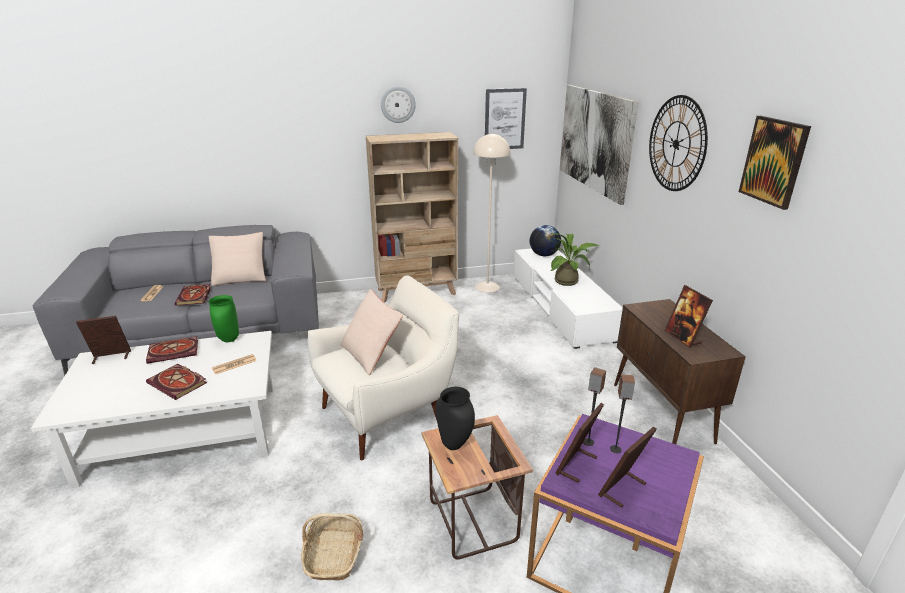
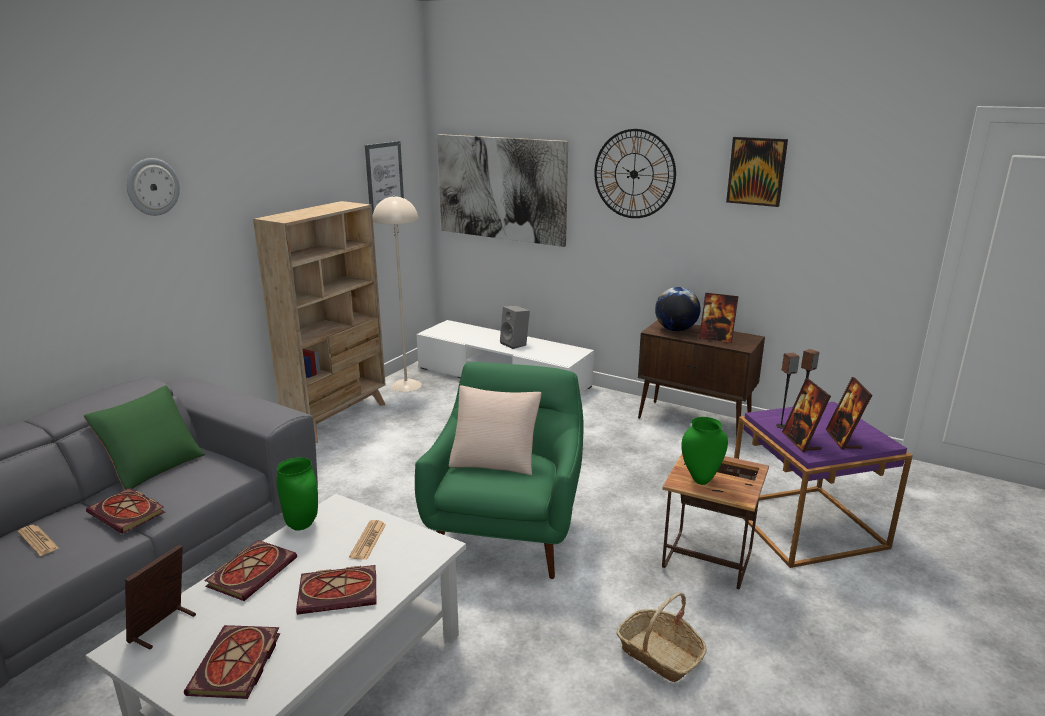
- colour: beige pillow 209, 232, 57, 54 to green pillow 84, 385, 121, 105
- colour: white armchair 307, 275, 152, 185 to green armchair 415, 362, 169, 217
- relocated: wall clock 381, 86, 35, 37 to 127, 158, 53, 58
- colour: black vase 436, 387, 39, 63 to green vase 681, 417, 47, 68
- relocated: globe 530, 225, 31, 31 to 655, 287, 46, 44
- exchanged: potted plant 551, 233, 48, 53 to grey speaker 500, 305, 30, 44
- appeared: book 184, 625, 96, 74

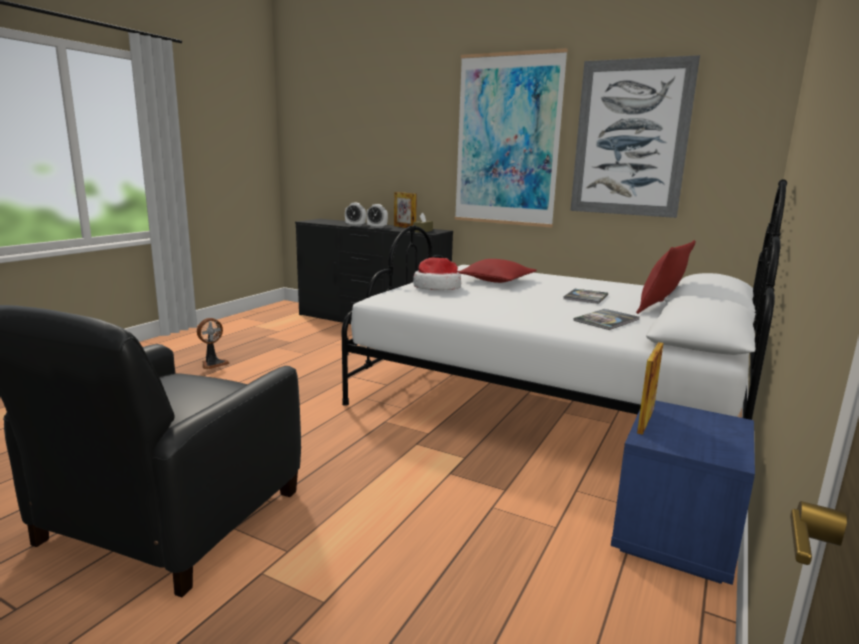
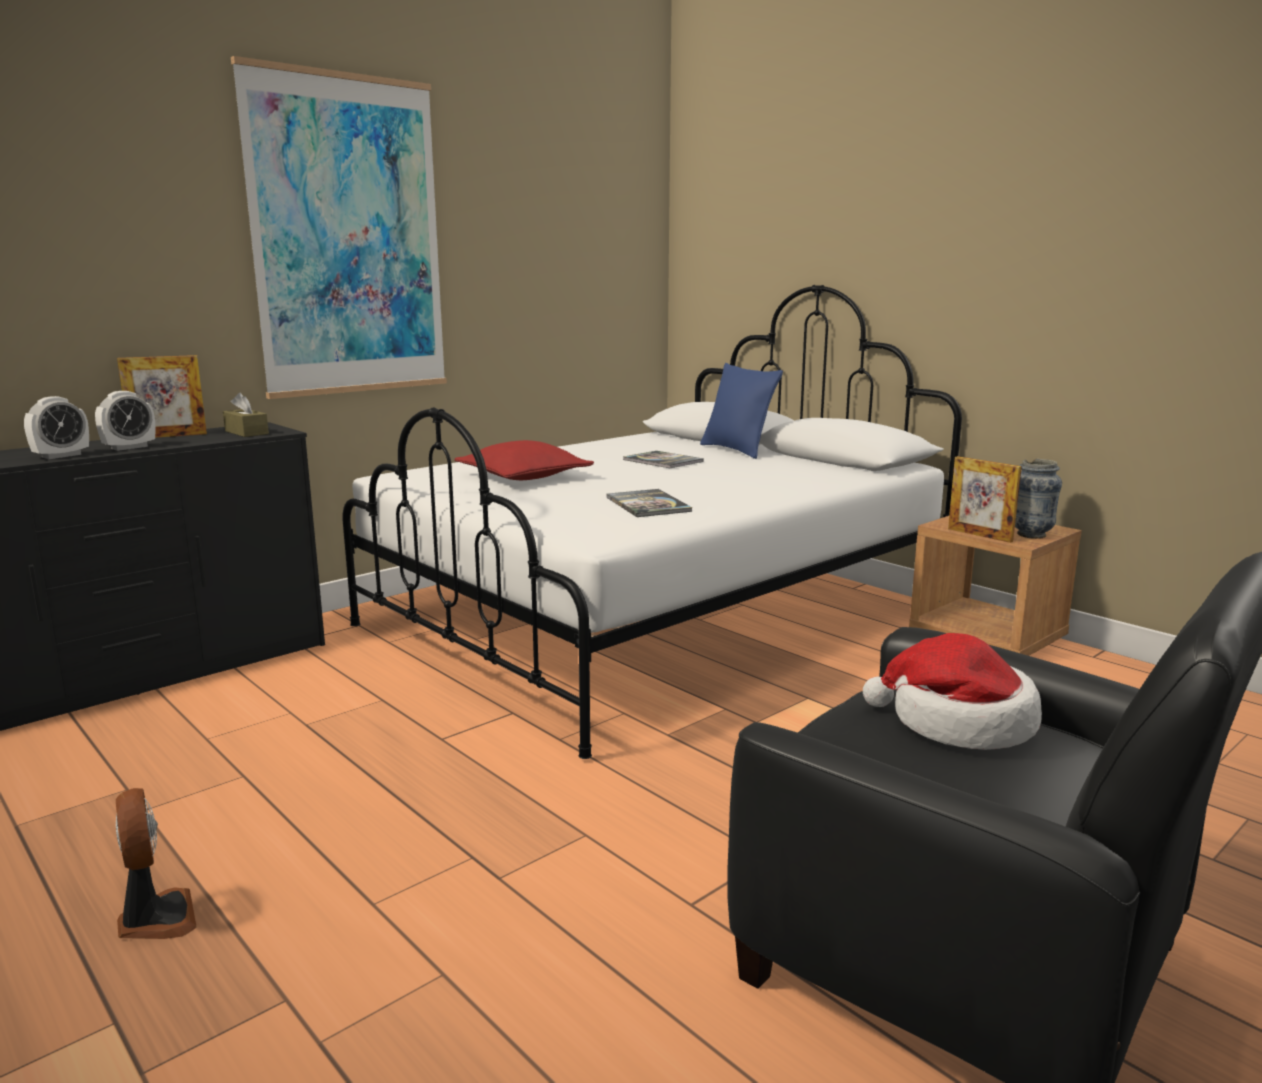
- relocated: hat 413, 257, 48, 33 to 863, 633, 179, 117
- missing: picture 570, 55, 130, 163
- relocated: book 573, 309, 66, 21 to 606, 489, 87, 28
- colour: blue nightstand 611, 400, 144, 185 to brown nightstand 909, 516, 173, 140
- colour: red pillow 636, 240, 60, 74 to blue pillow 700, 363, 83, 96
- appeared: vase 1015, 459, 47, 80

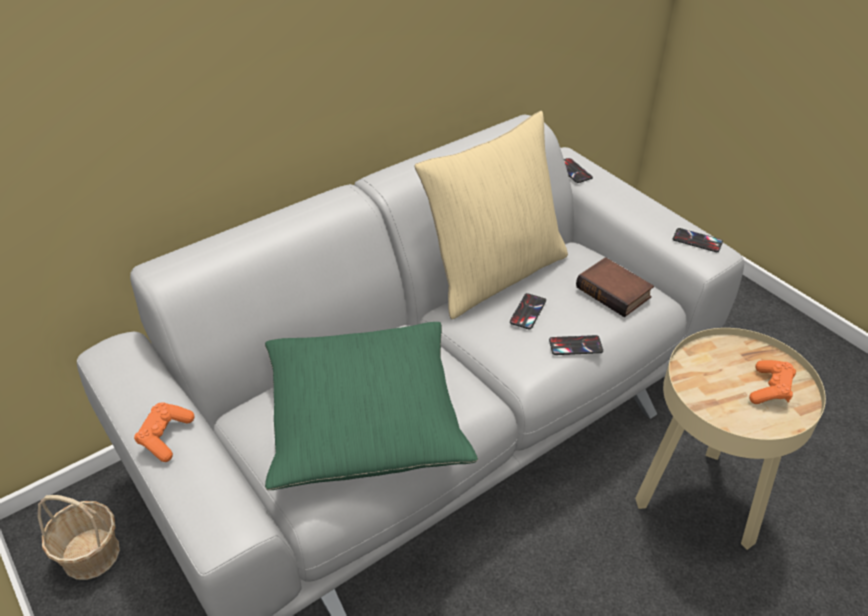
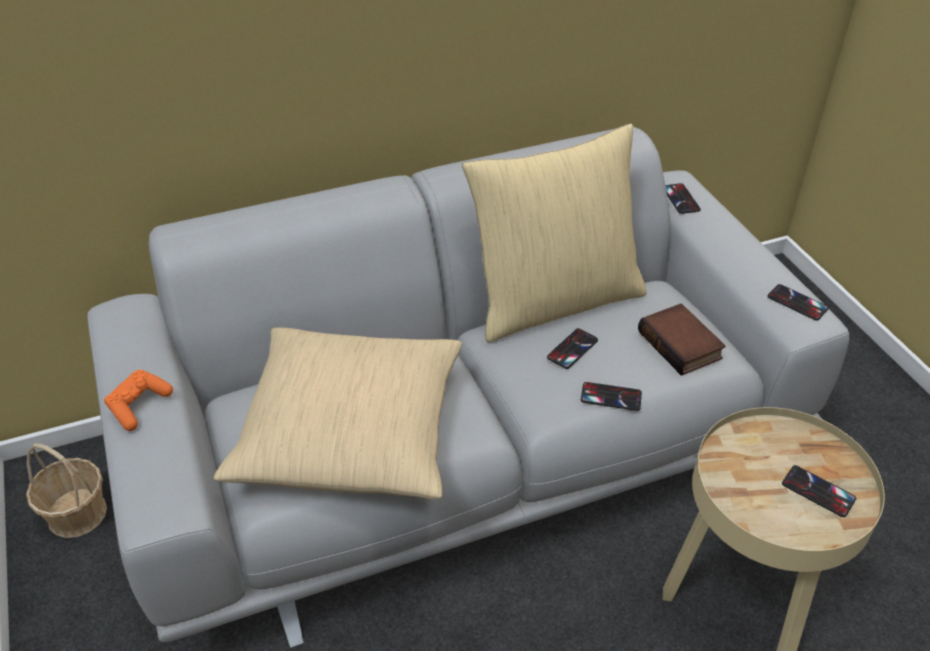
- colour: green pillow 265, 322, 213, 168 to beige pillow 213, 328, 249, 172
- exchanged: orange game controller 749, 360, 47, 44 to phone 782, 465, 74, 52

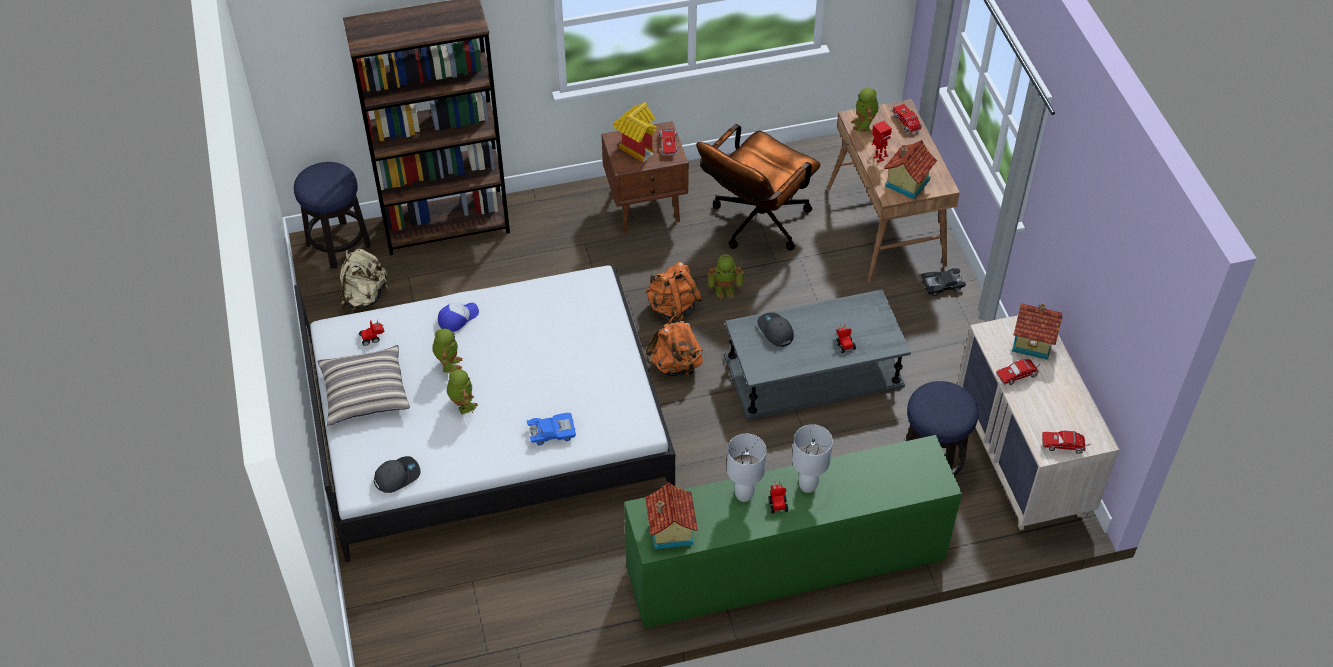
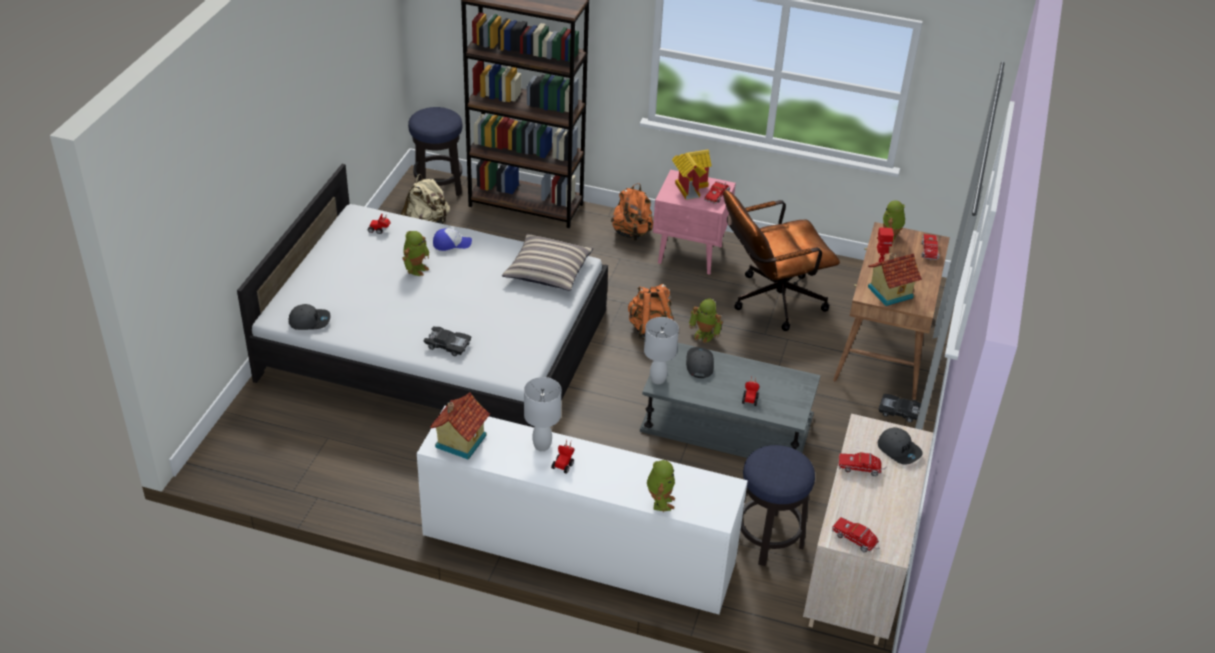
- relocated: pillow 317, 345, 93, 80 to 502, 234, 91, 57
- relocated: toy robot 447, 369, 31, 45 to 647, 460, 28, 52
- colour: blue toy car 527, 413, 49, 32 to black toy car 423, 326, 48, 30
- colour: brown nightstand 601, 121, 88, 111 to pink nightstand 653, 170, 83, 105
- colour: green dresser 624, 435, 338, 194 to white dresser 417, 406, 331, 209
- relocated: orange backpack 647, 315, 56, 62 to 611, 183, 42, 58
- relocated: white table lamp 792, 424, 41, 69 to 644, 317, 35, 67
- exchanged: toy house 1012, 303, 51, 57 to grey cap 878, 427, 45, 37

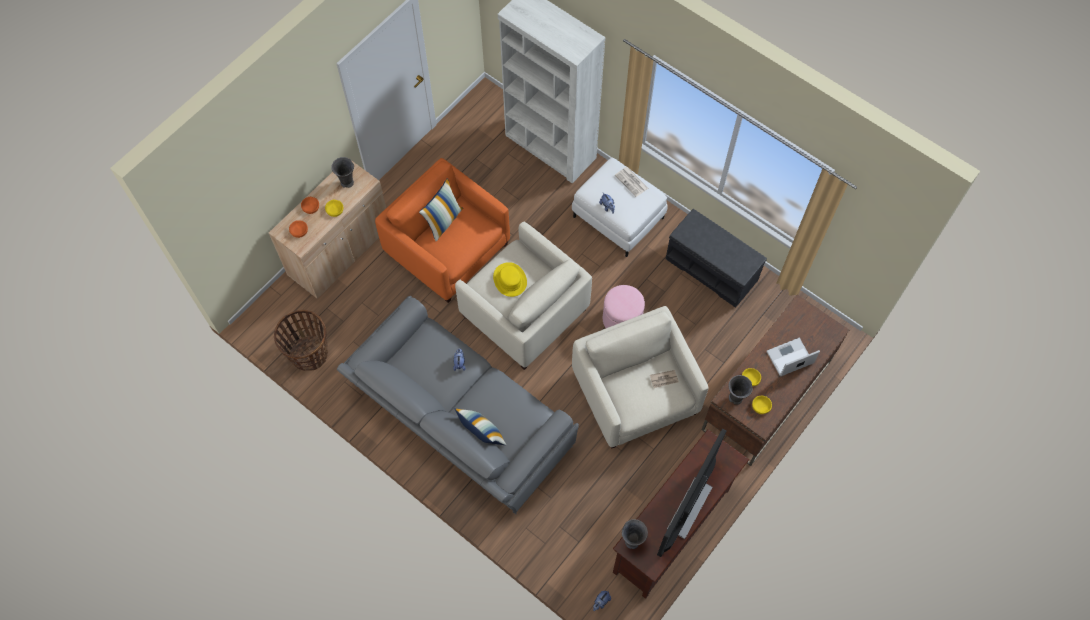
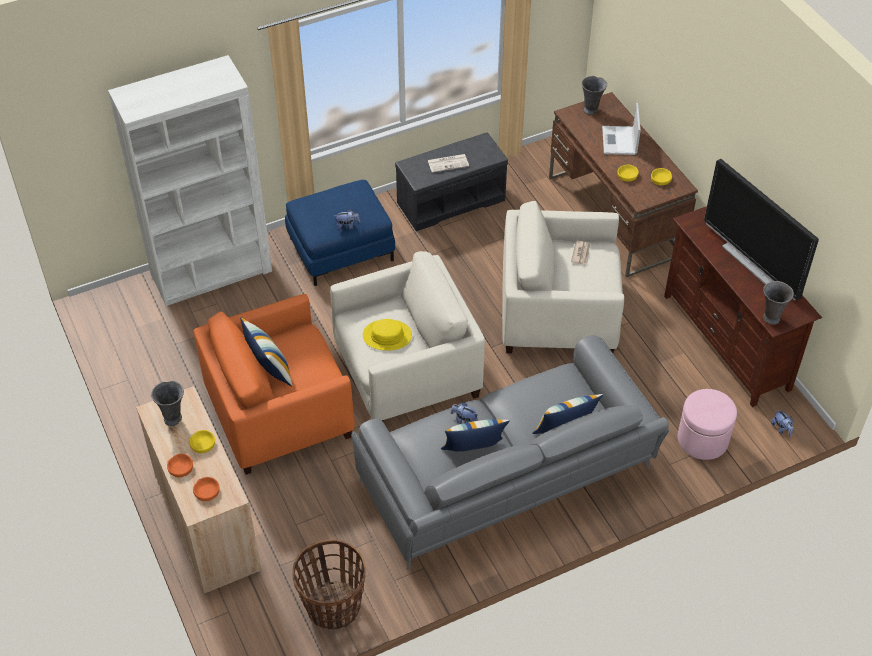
- colour: white ottoman 572, 157, 96, 100 to blue ottoman 285, 180, 110, 106
- relocated: pink ottoman 603, 285, 42, 43 to 678, 389, 59, 71
- relocated: newspaper 615, 167, 33, 30 to 428, 154, 41, 19
- relocated: grey vase 728, 375, 25, 30 to 581, 76, 26, 39
- appeared: pillow 441, 419, 69, 33

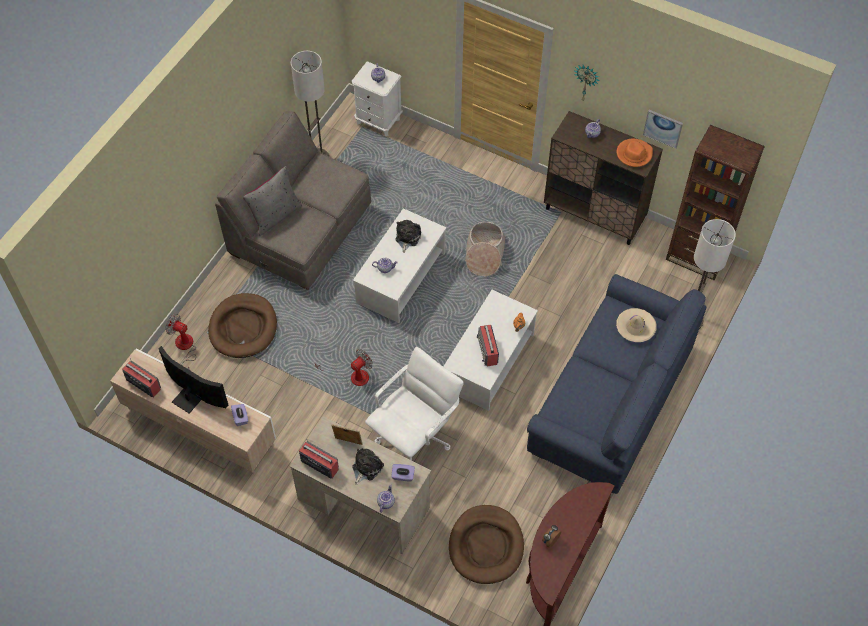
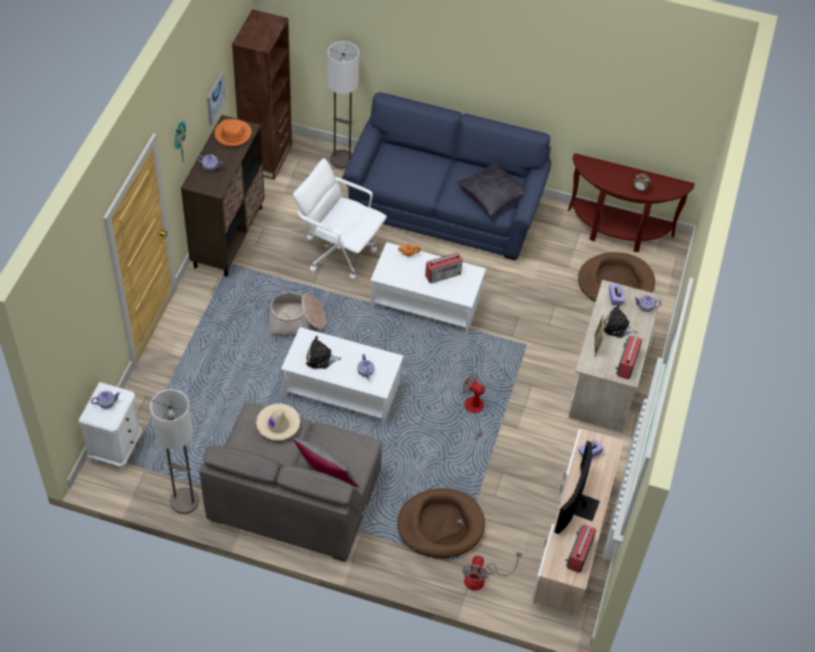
- relocated: white office chair 365, 347, 99, 113 to 293, 158, 94, 122
- relocated: beige hat 616, 308, 41, 34 to 256, 404, 44, 36
- appeared: black pillow 456, 163, 71, 53

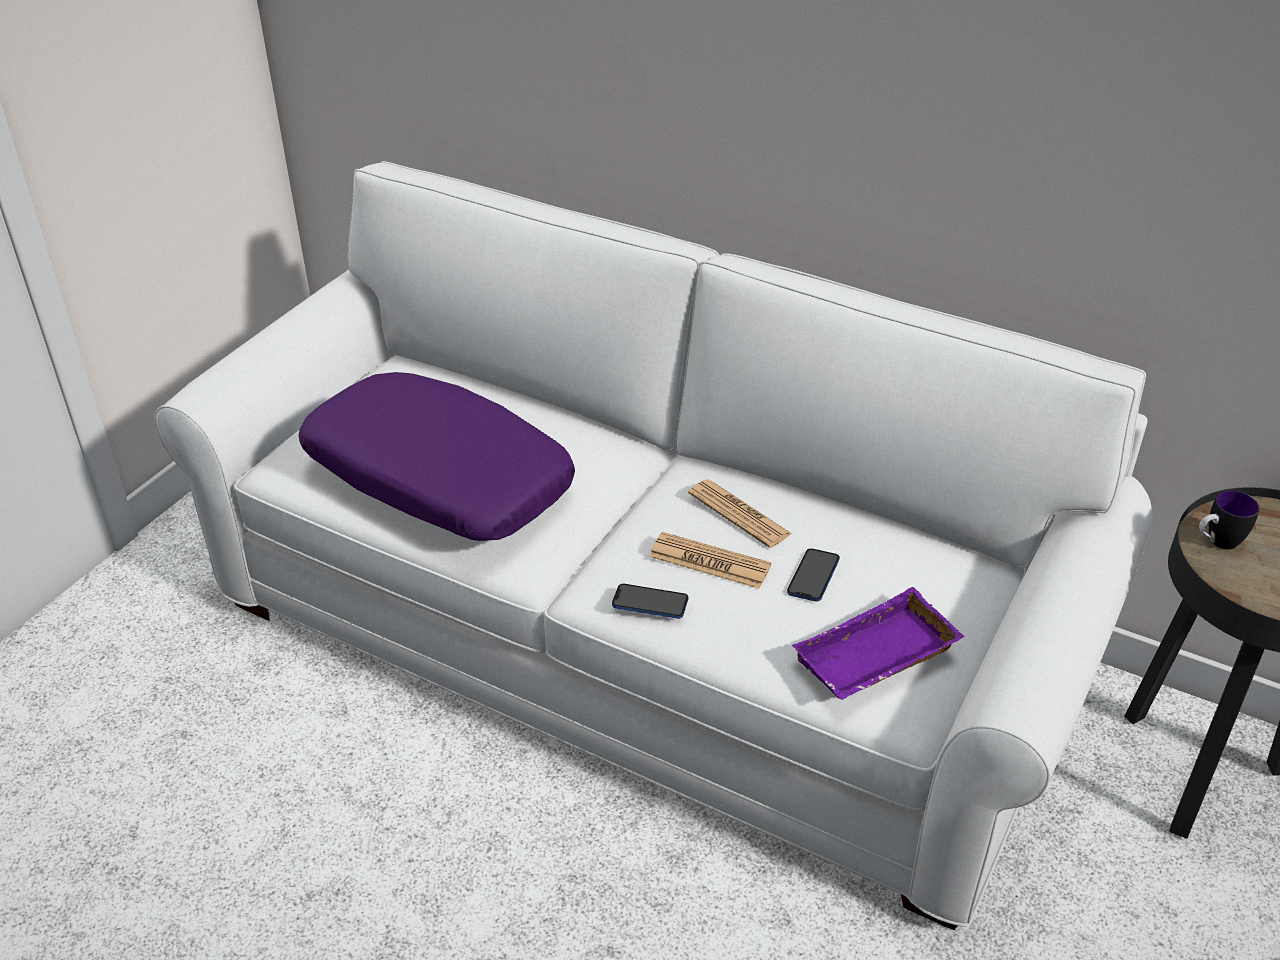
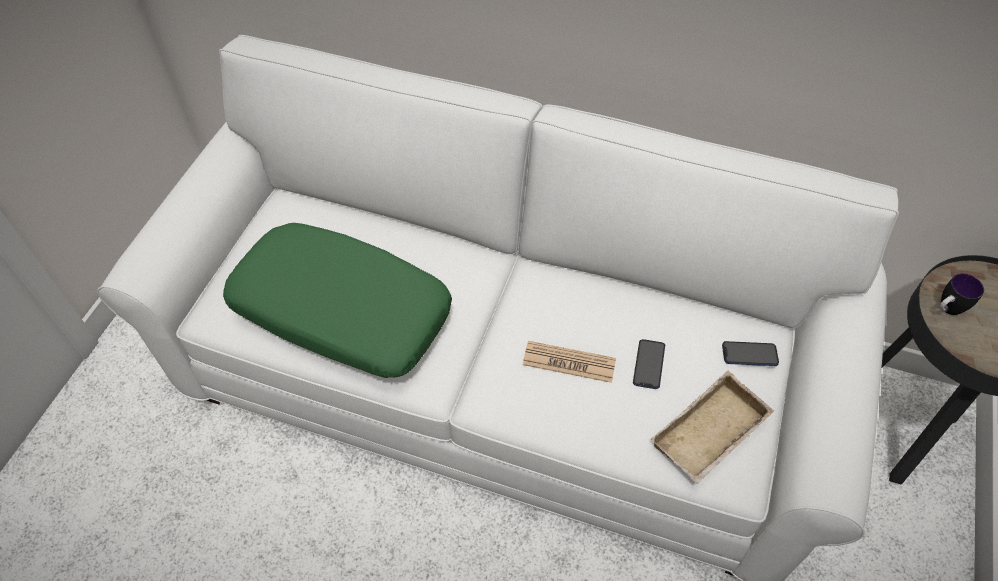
- colour: purple pillow 299, 372, 276, 169 to green pillow 223, 223, 229, 155
- relocated: phone 612, 584, 76, 35 to 722, 341, 57, 25
- missing: newspaper 688, 479, 104, 69
- colour: purple tray 792, 587, 173, 113 to beige tray 651, 371, 123, 113

